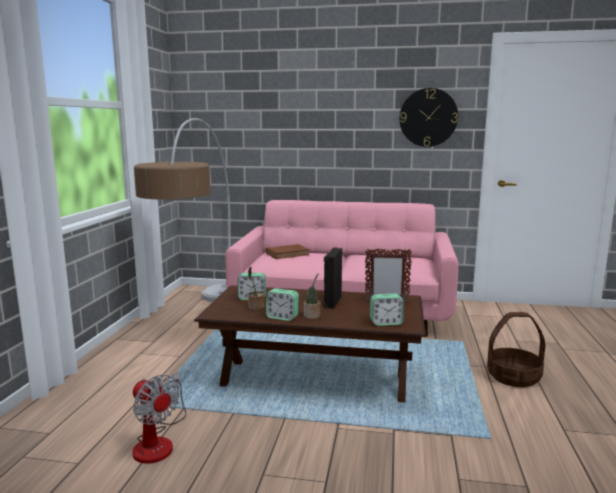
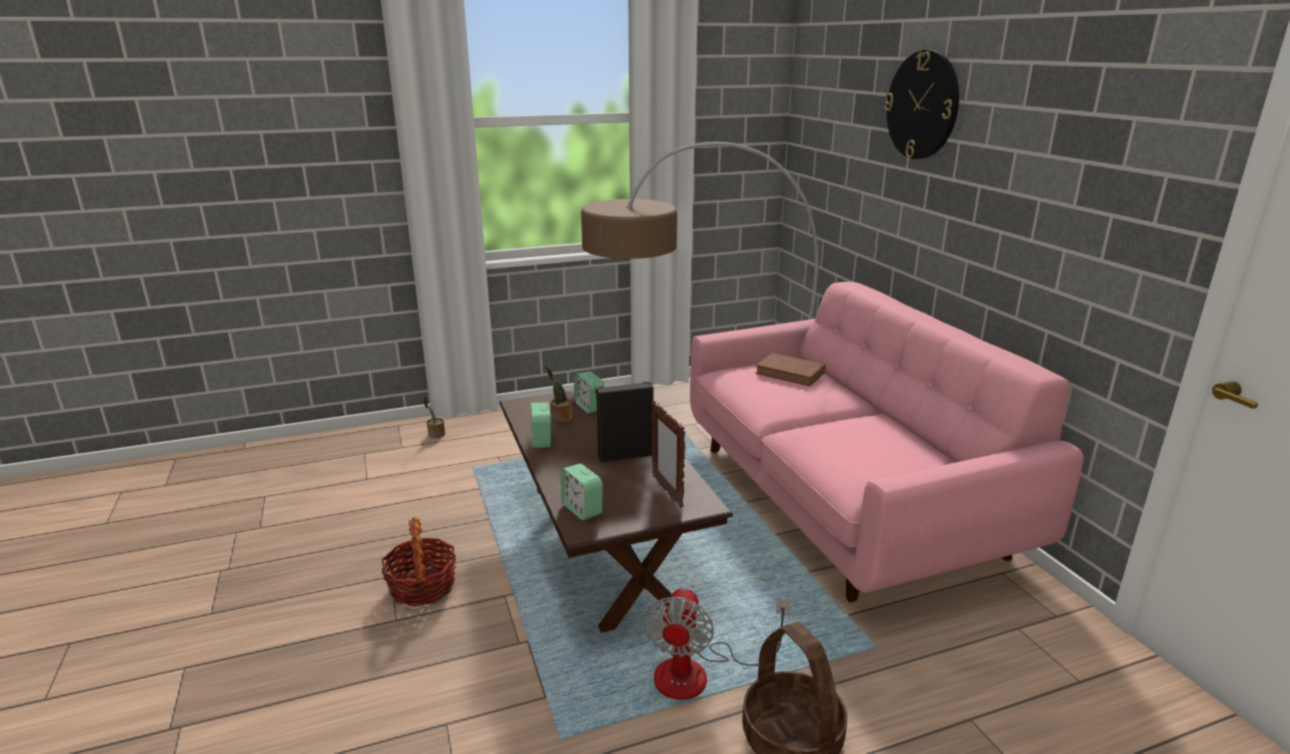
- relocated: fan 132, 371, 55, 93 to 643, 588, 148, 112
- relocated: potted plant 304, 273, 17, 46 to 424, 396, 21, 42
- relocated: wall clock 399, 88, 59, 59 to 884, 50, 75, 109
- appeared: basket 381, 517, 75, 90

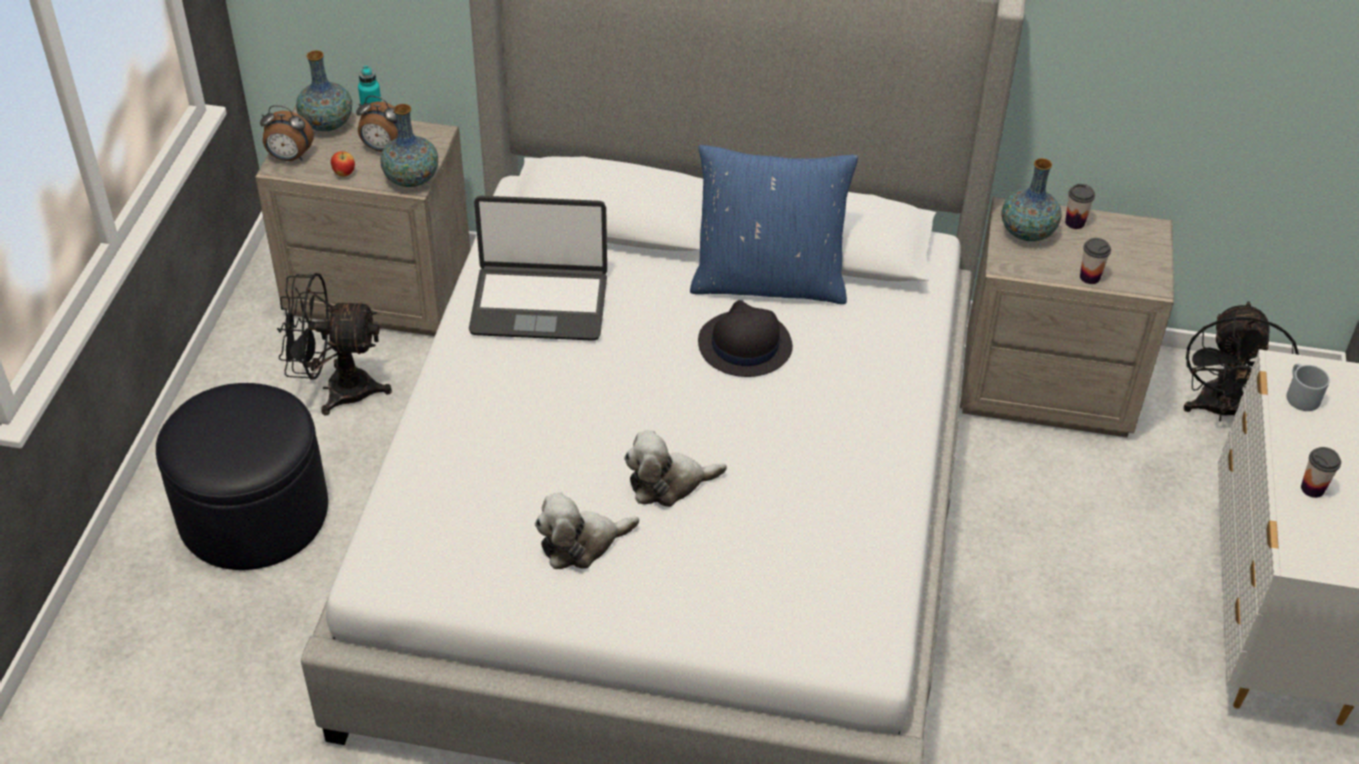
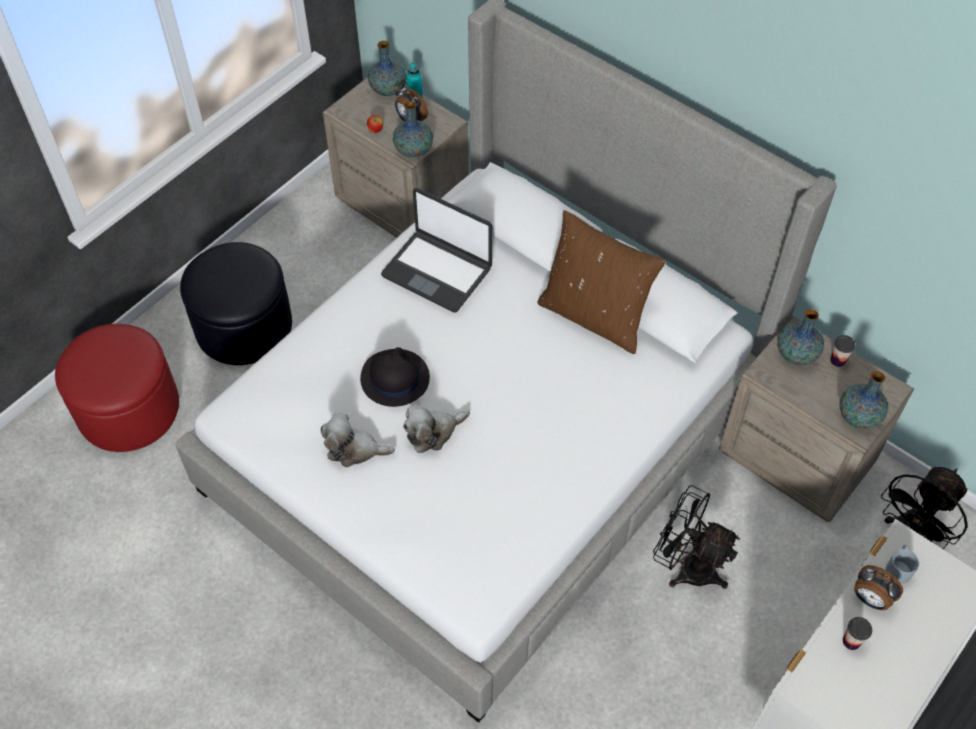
- relocated: alarm clock 260, 105, 54, 56 to 854, 565, 49, 45
- relocated: black fan 277, 273, 115, 143 to 653, 485, 87, 104
- spun: plush toy 624, 430, 103, 77 = 403, 403, 67, 50 45 degrees counterclockwise
- colour: blue pillow 690, 145, 168, 159 to brown pillow 537, 210, 129, 144
- relocated: black hat 698, 300, 95, 77 to 360, 347, 70, 60
- missing: cup 1080, 238, 31, 46
- appeared: red ottoman 55, 324, 124, 128
- appeared: vase 840, 371, 48, 58

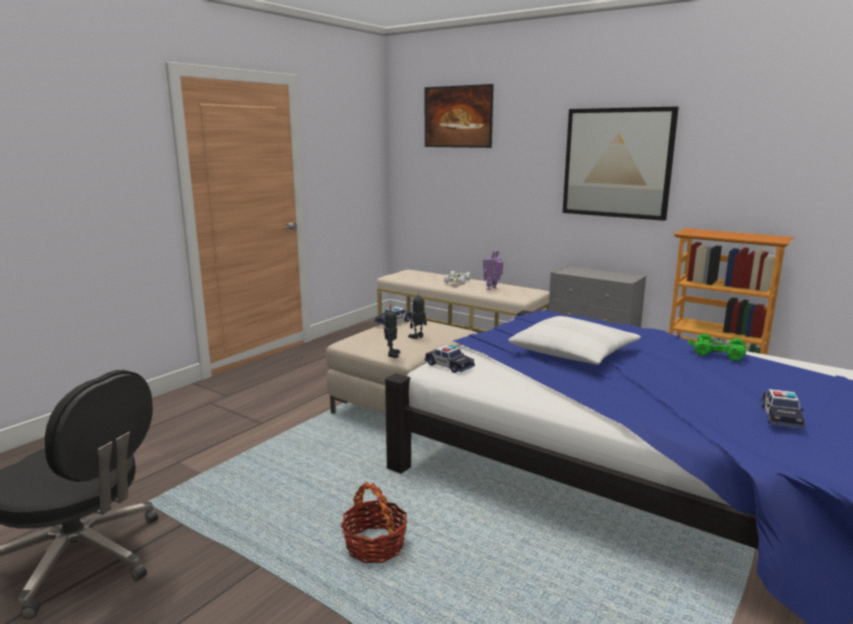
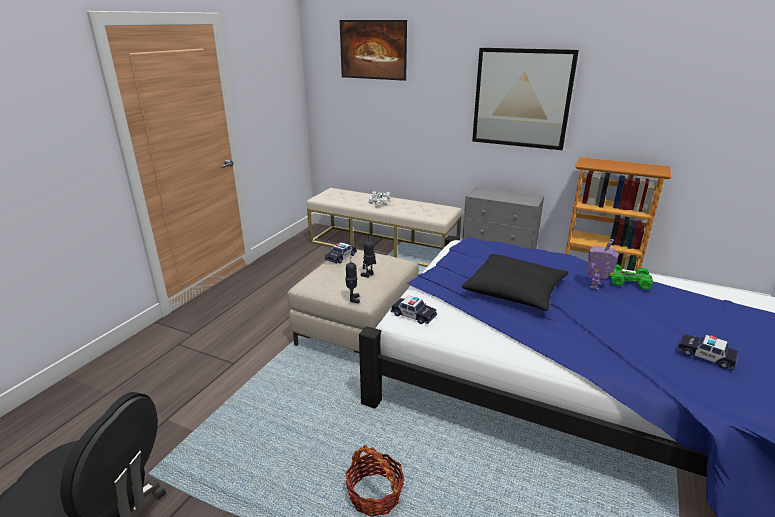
- relocated: toy robot 483, 250, 20, 40 to 587, 239, 32, 51
- colour: white pillow 508, 316, 133, 49 to black pillow 462, 254, 106, 57
- spun: toy car 761, 389, 44, 40 = 677, 334, 62, 36 120 degrees clockwise

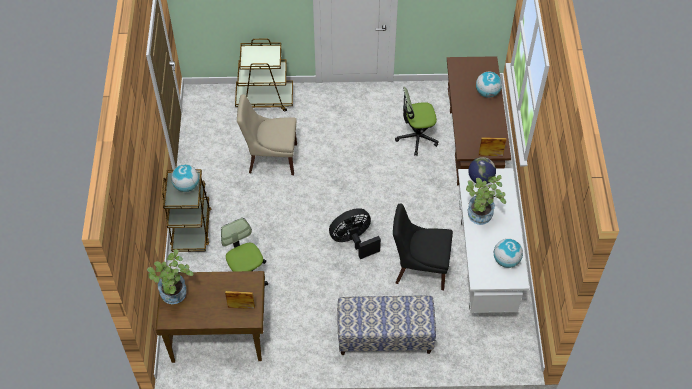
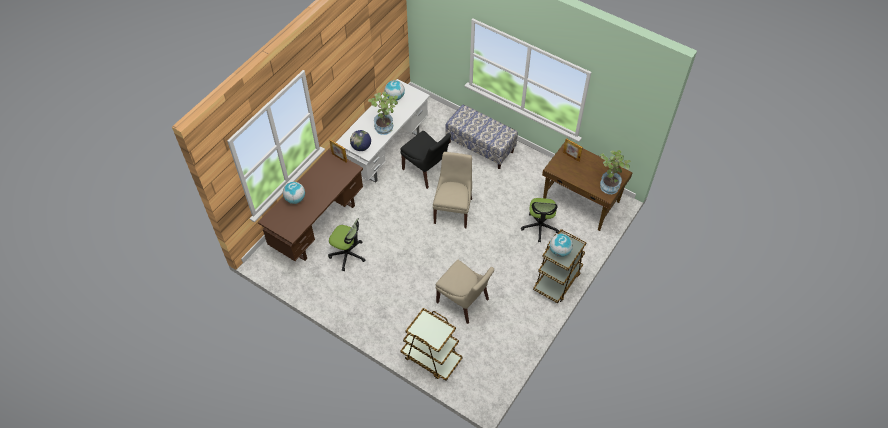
- exchanged: black fan 329, 208, 52, 51 to beige chair 433, 152, 39, 76

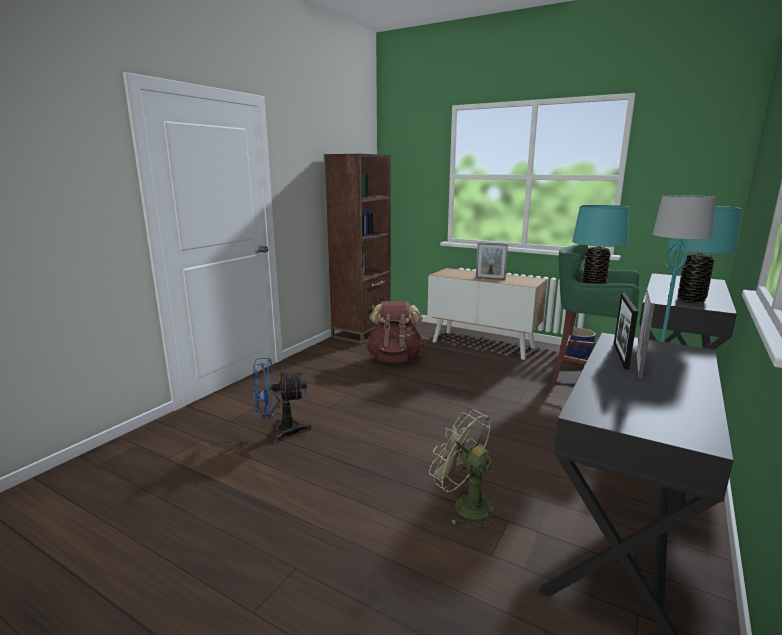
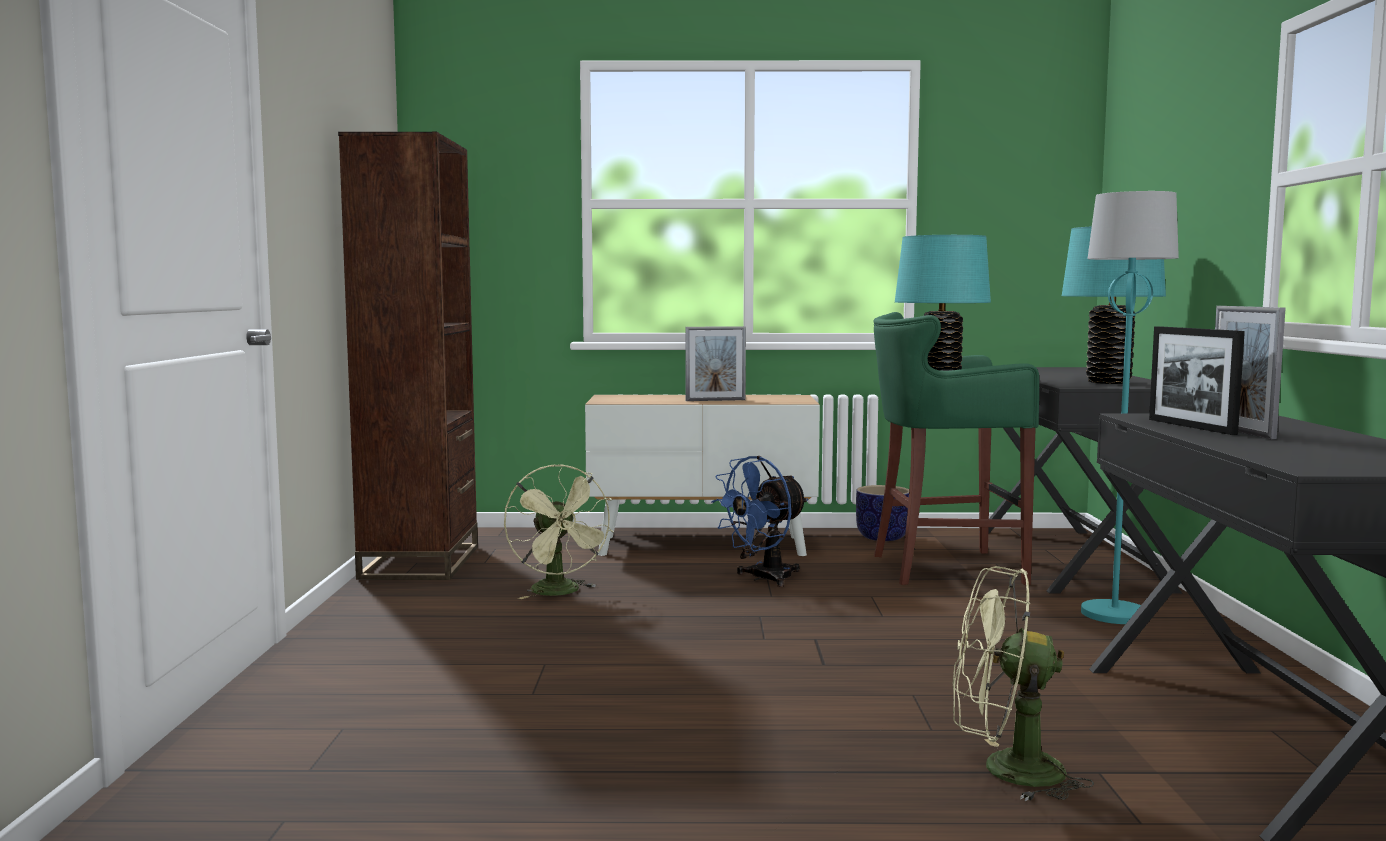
- relocated: blue fan 252, 358, 60, 85 to 711, 456, 97, 131
- exchanged: brown backpack 365, 301, 60, 61 to green fan 504, 464, 109, 135

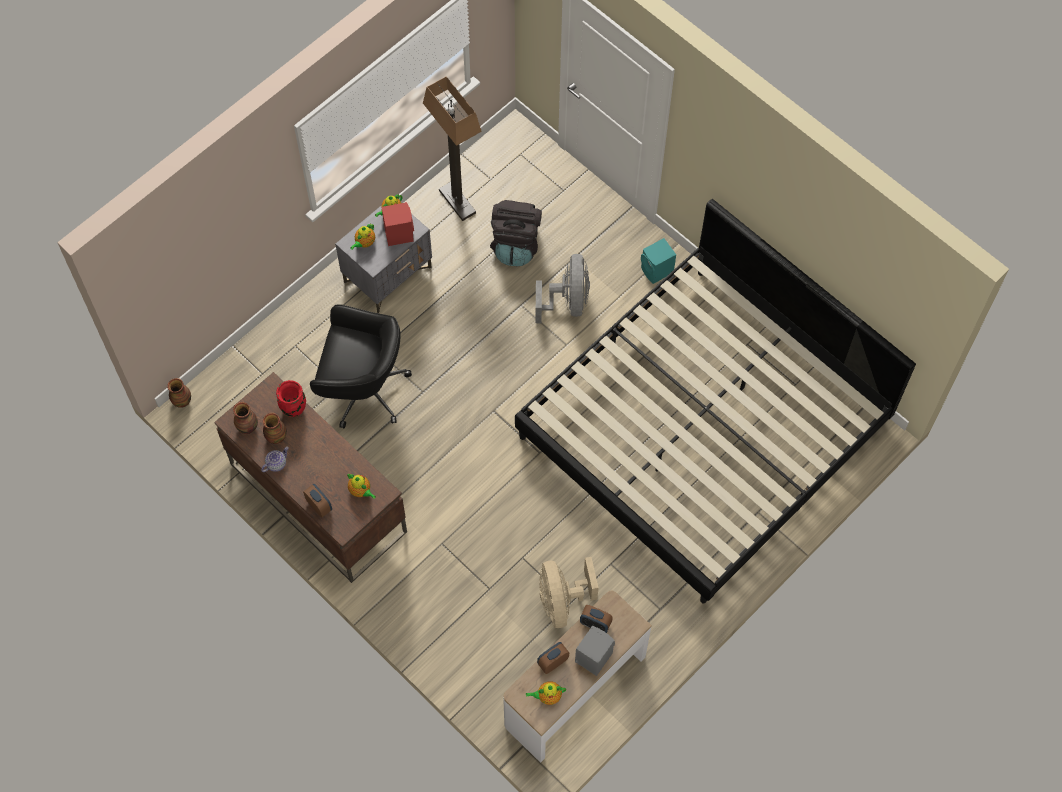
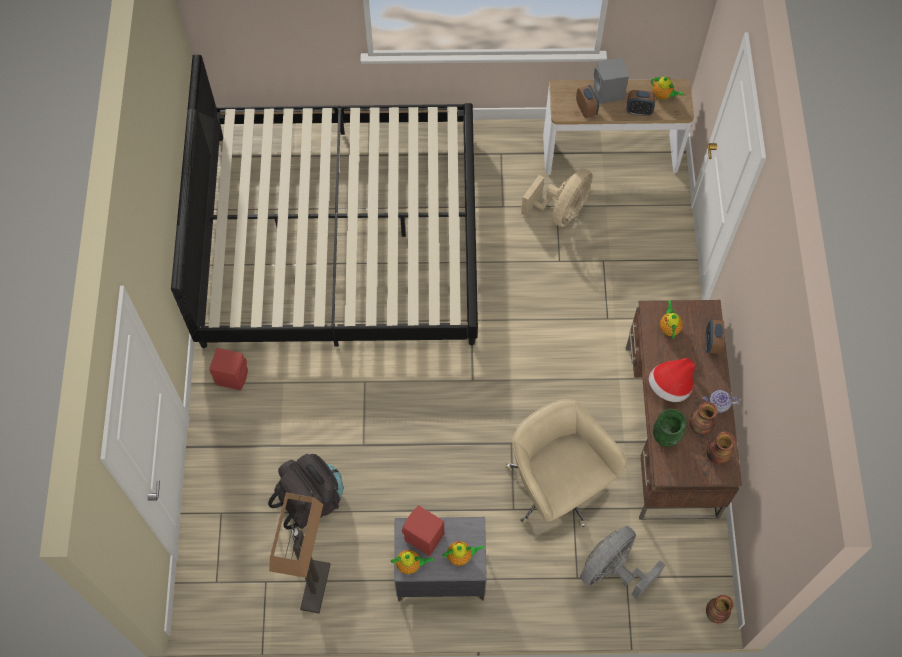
- colour: red vase 276, 380, 30, 37 to green vase 653, 409, 34, 38
- colour: black office chair 310, 304, 102, 124 to beige office chair 505, 399, 122, 128
- relocated: grey fan 535, 254, 55, 69 to 580, 526, 85, 73
- colour: turquoise speaker 641, 238, 35, 46 to red speaker 209, 348, 39, 43
- appeared: hat 649, 358, 47, 44

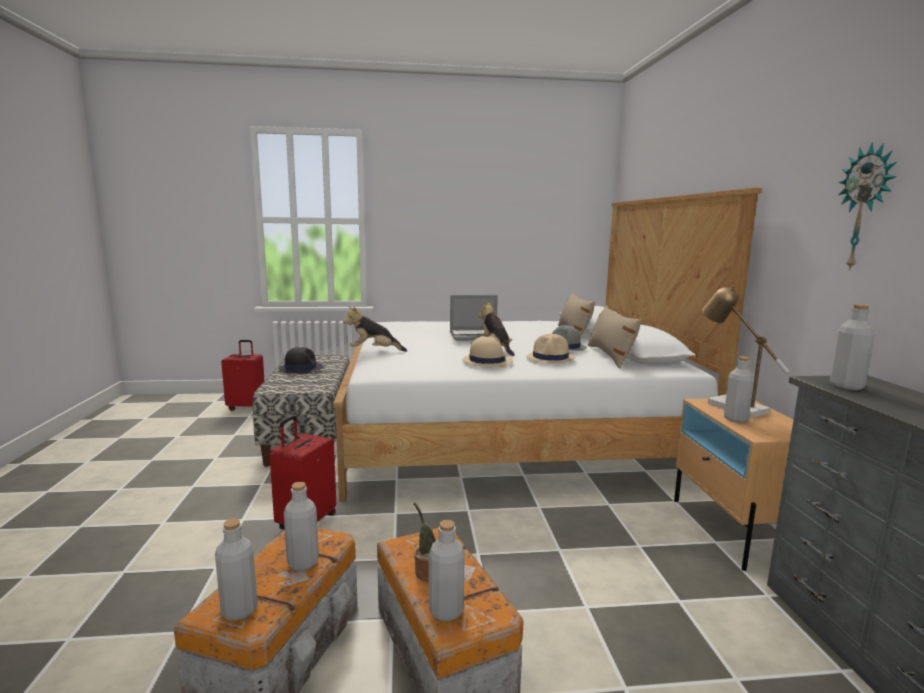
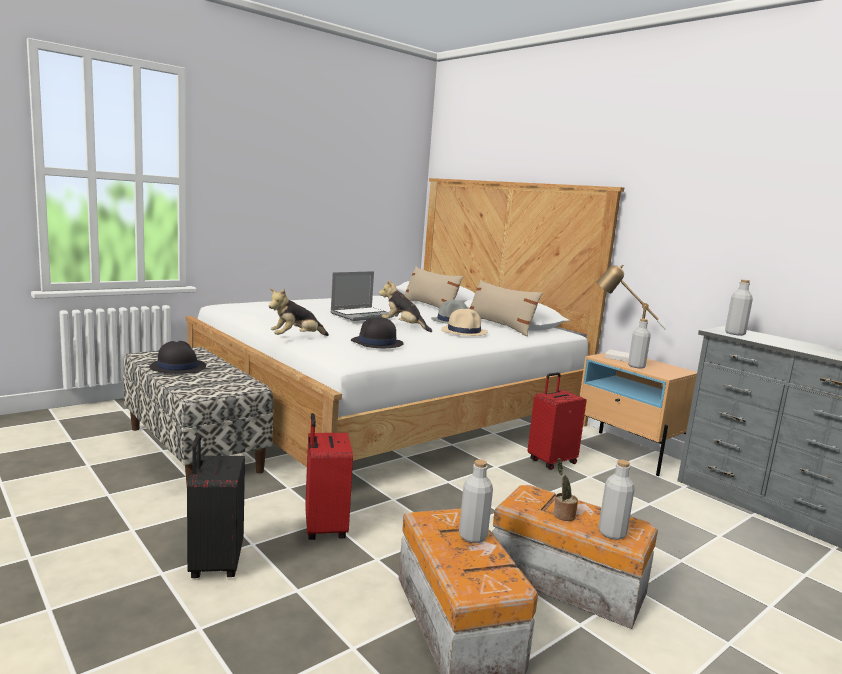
- missing: grey bottle 215, 518, 43, 103
- relocated: red suitcase 221, 340, 44, 71 to 528, 372, 59, 98
- missing: beige hat 462, 336, 51, 31
- missing: wall clock 838, 142, 59, 129
- appeared: black suitcase 187, 434, 58, 144
- appeared: black hat 351, 317, 53, 31

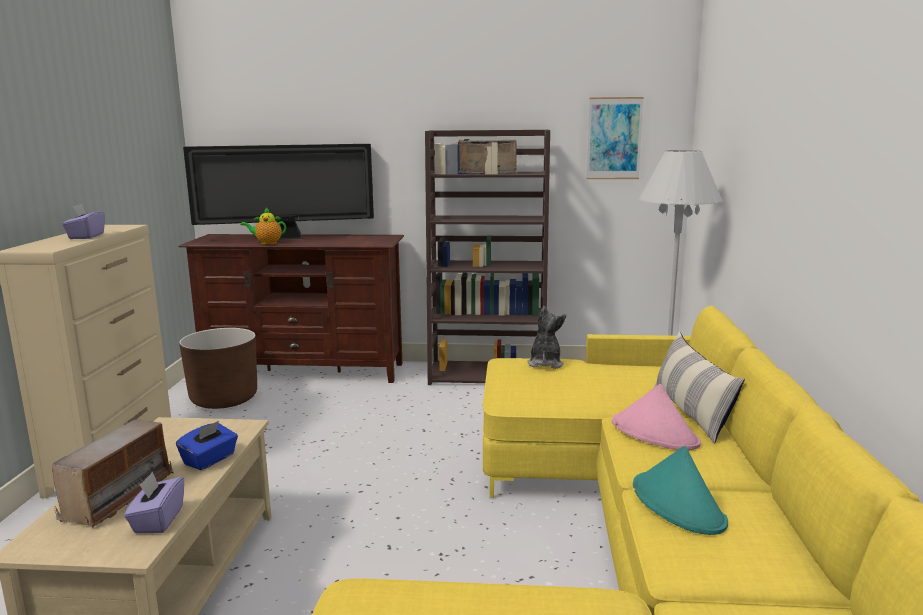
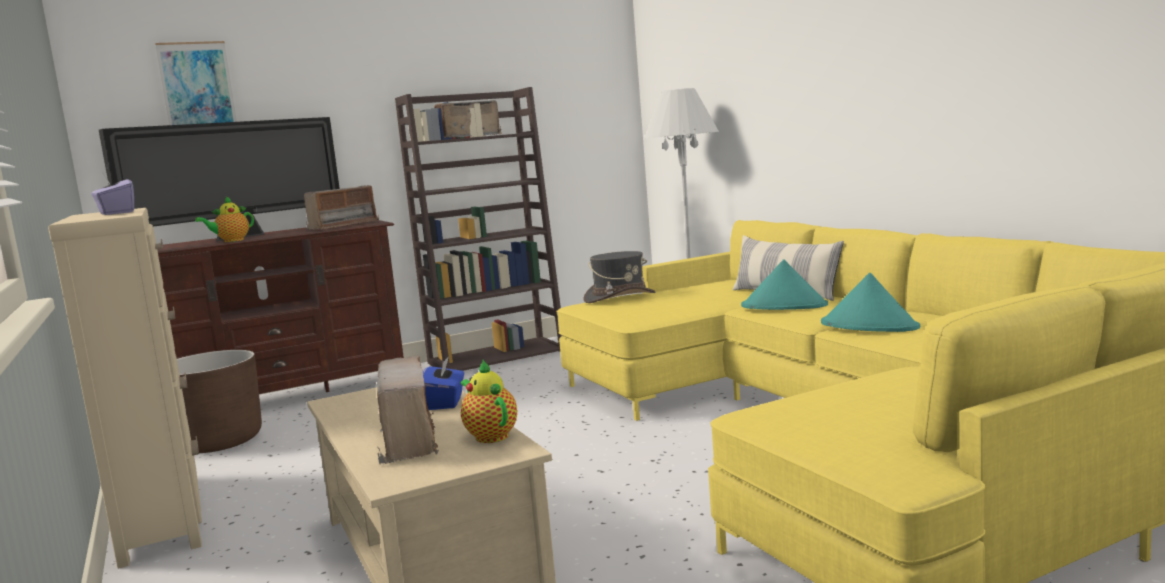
- exchanged: purple tissue box 124, 471, 60, 62 to teapot 461, 360, 56, 83
- exchanged: plush toy 527, 306, 39, 63 to grey hat 583, 251, 73, 52
- relocated: picture 586, 97, 57, 82 to 155, 41, 82, 84
- colour: pink hat 612, 384, 89, 66 to turquoise hat 741, 260, 87, 50
- appeared: radio 304, 185, 75, 45

